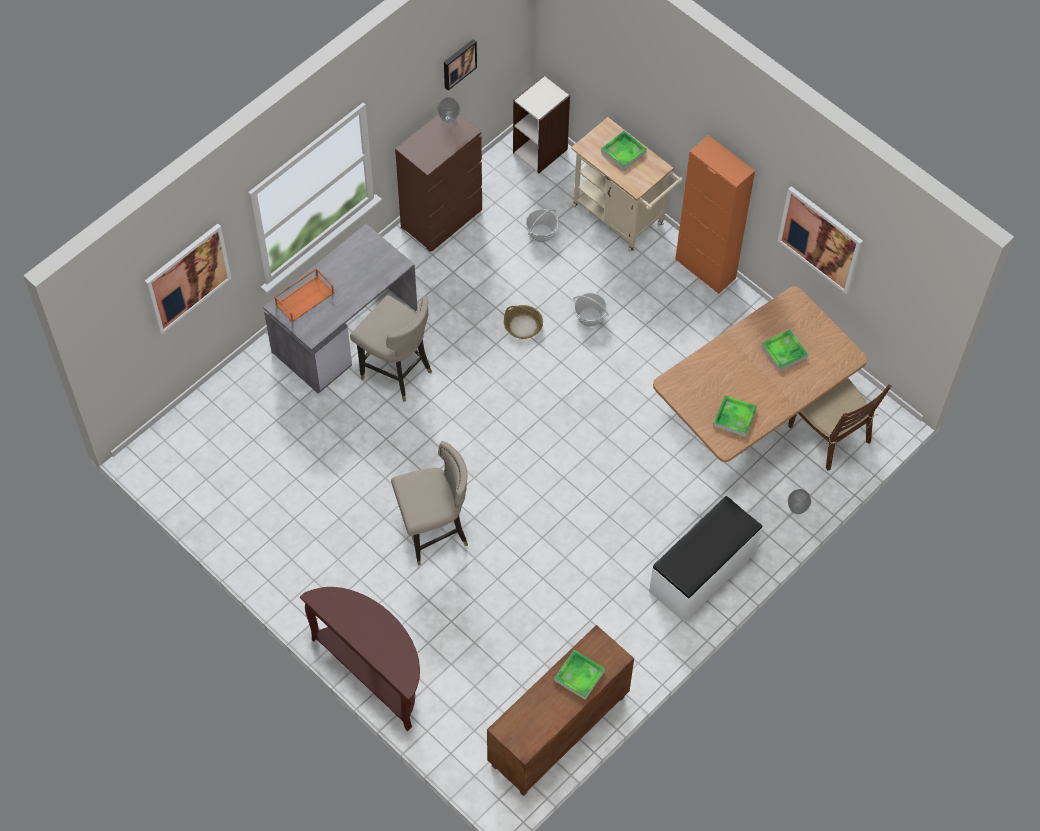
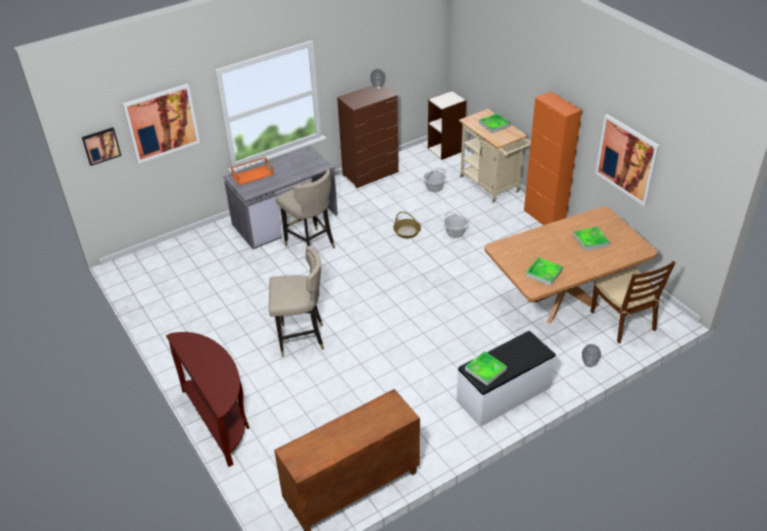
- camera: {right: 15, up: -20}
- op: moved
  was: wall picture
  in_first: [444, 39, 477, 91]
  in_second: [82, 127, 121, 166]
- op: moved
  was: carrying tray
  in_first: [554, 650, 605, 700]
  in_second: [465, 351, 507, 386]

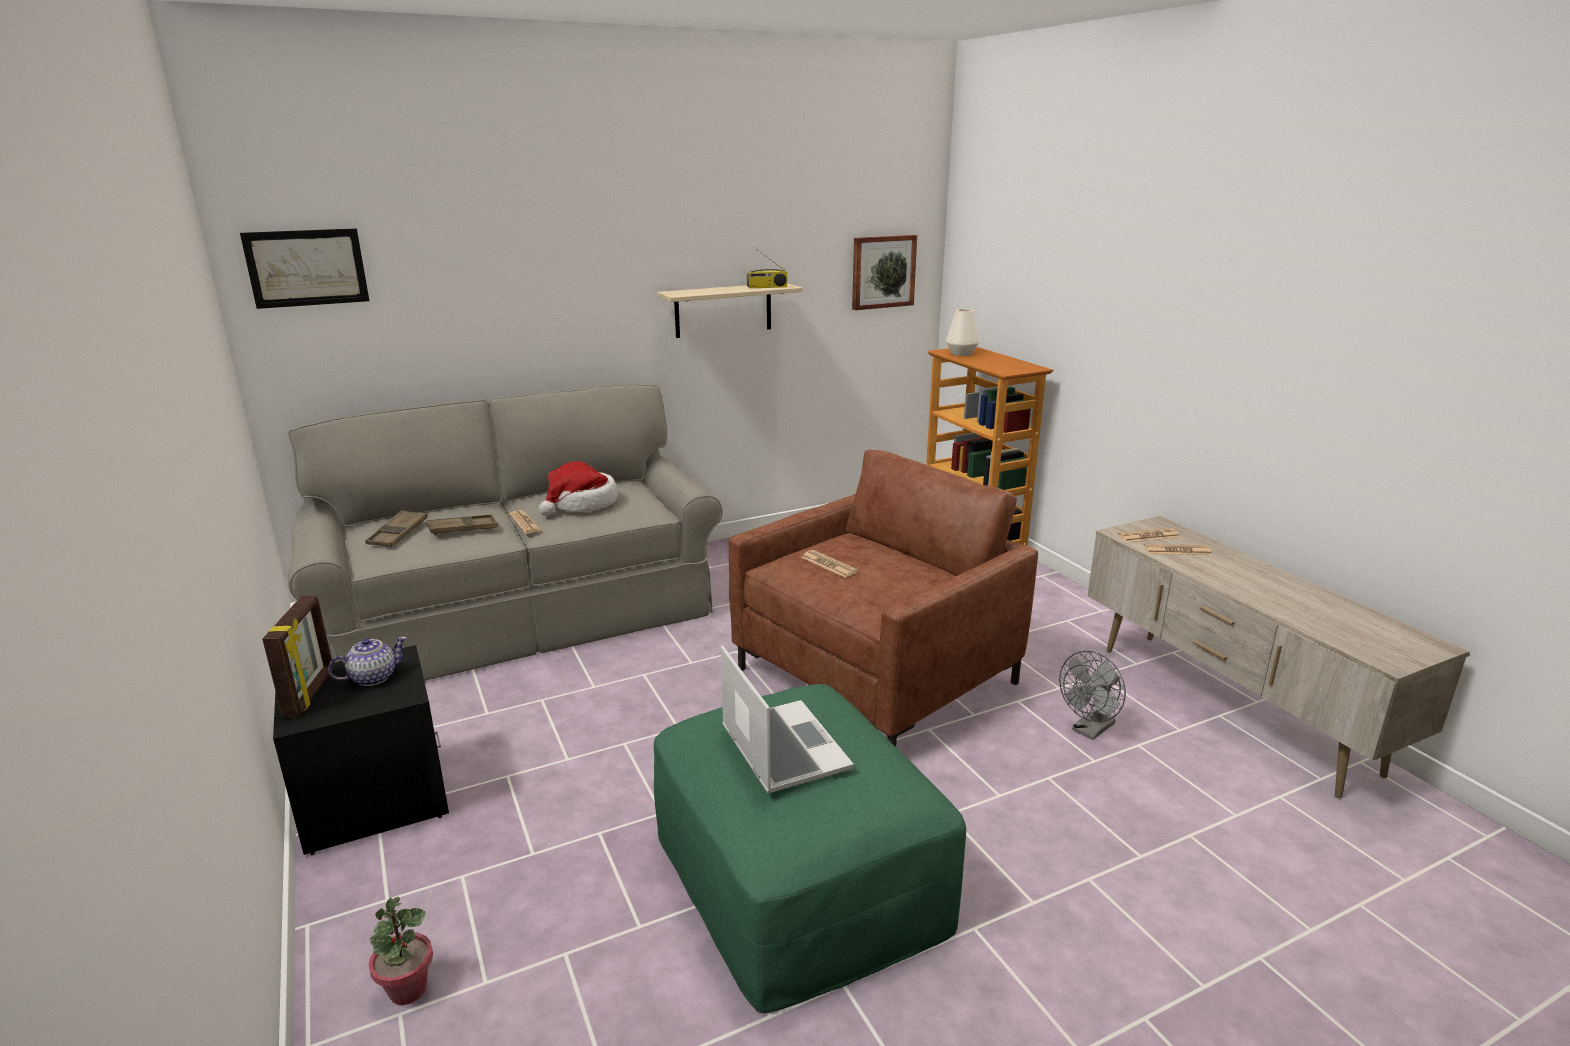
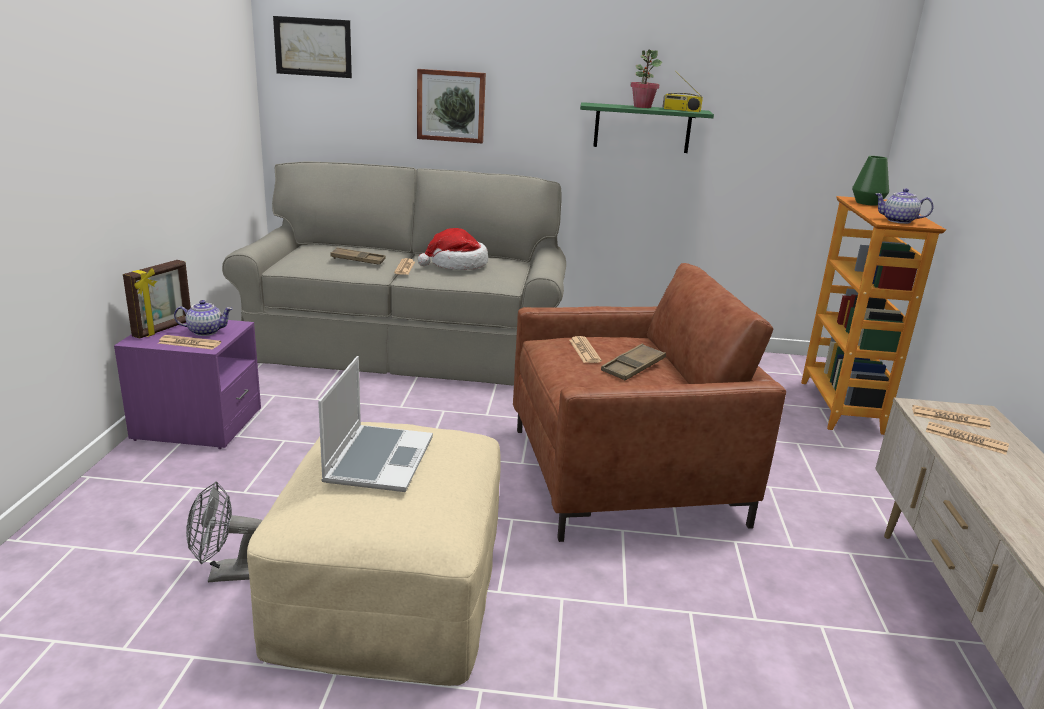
- camera: {right: 30, up: 0}
- op: recoloured
  was: bedside table in blackish
  now: bedside table in purplish
  in_first: [273, 645, 449, 855]
  in_second: [114, 320, 261, 449]
- op: added
  now: daily paper
  in_second: [158, 335, 221, 350]
- op: moved
  was: fan in greyish
  in_first: [1059, 650, 1126, 740]
  in_second: [186, 481, 263, 582]
- op: recoloured
  was: footrest in greenish
  now: footrest in beige-coloured
  in_first: [654, 684, 966, 1013]
  in_second: [247, 422, 501, 686]
- op: moved
  was: wall picture
  in_first: [852, 235, 917, 310]
  in_second: [417, 69, 486, 143]
- op: recoloured
  was: bracket shelf in beige-coloured
  now: bracket shelf in greenish
  in_first: [657, 283, 802, 338]
  in_second: [580, 102, 714, 153]
- op: moved
  was: carrying tray in brownish
  in_first: [365, 510, 428, 547]
  in_second: [601, 343, 666, 380]
- op: moved
  was: plant in a pot
  in_first: [369, 897, 433, 1005]
  in_second: [630, 49, 662, 108]
- op: recoloured
  was: vase in white-coloured
  now: vase in greenish
  in_first: [946, 309, 979, 356]
  in_second: [852, 156, 889, 206]
- op: added
  now: tea pot
  in_second: [875, 188, 934, 224]

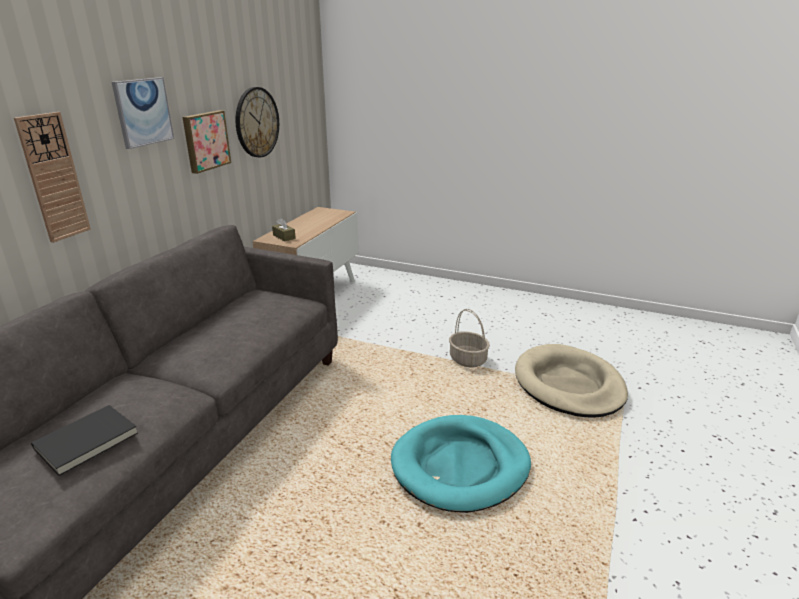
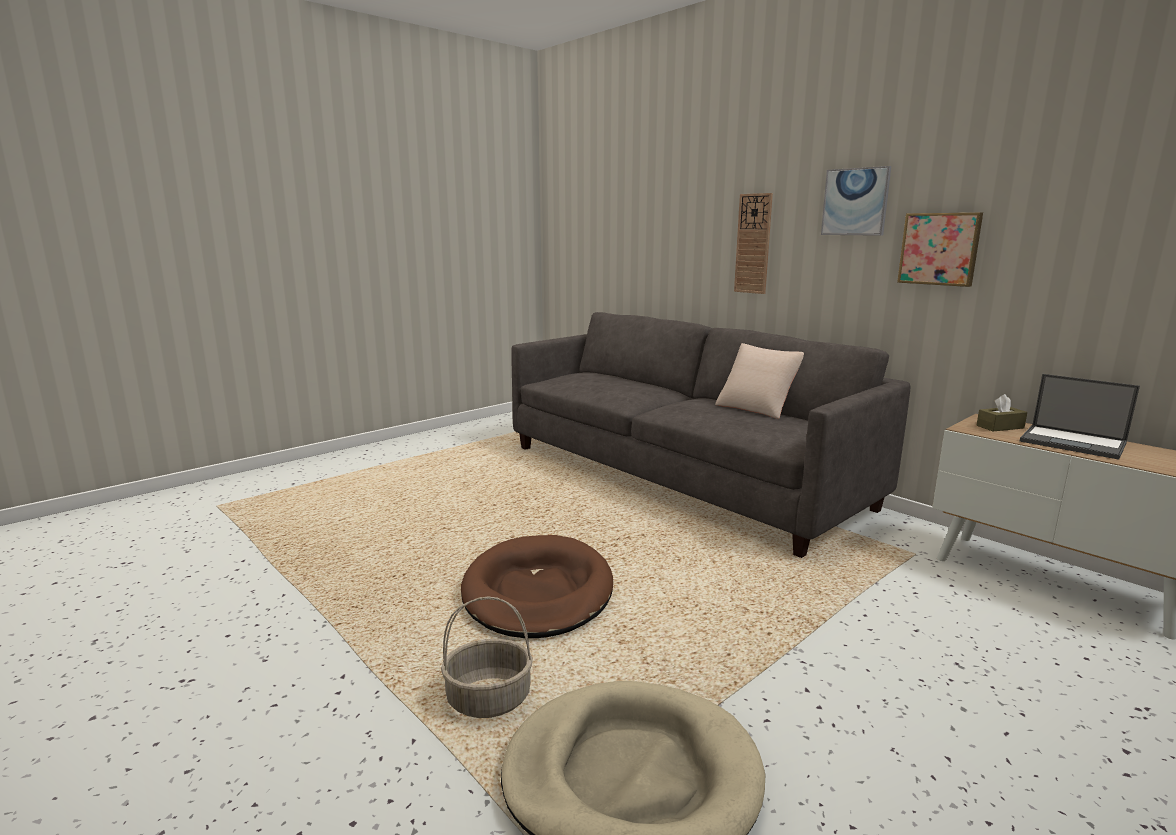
- camera: {right: 115, up: -10}
- op: moved
  was: basket
  in_first: [449, 309, 490, 367]
  in_second: [441, 596, 533, 718]
- op: recoloured
  was: pet bed in turquoise-coloured
  now: pet bed in brownish
  in_first: [391, 415, 531, 513]
  in_second: [461, 535, 613, 638]
- op: added
  now: throw pillow in beige-coloured
  in_second: [715, 343, 804, 419]
- op: added
  now: laptop
  in_second: [1020, 374, 1140, 460]
- op: removed
  was: volume in blackish
  in_first: [31, 405, 138, 476]
- op: removed
  was: clock on the wall
  in_first: [236, 87, 279, 157]

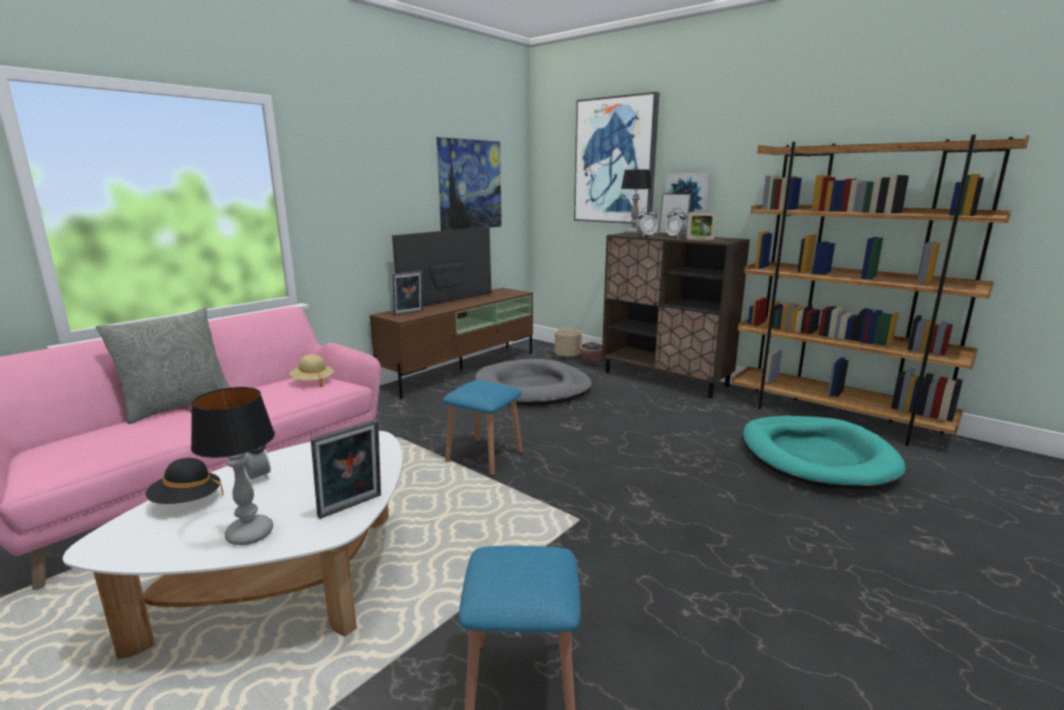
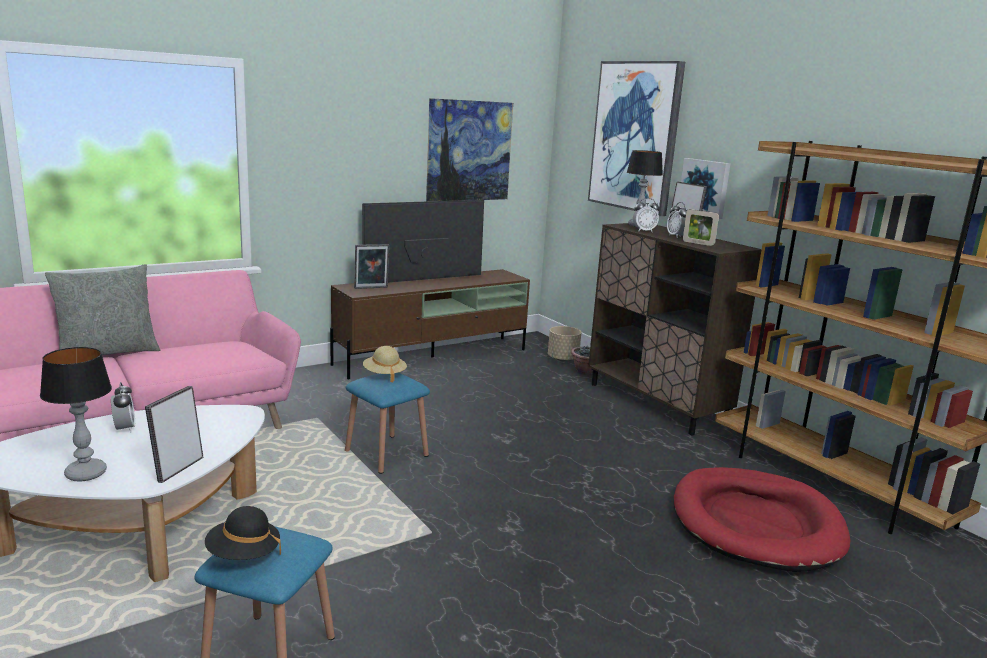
- camera: {right: 15, up: 0}
- op: turned
  was: standing frame
  in_first: [310, 419, 381, 519]
  in_second: [145, 386, 203, 483]
  clockwise: 135
- op: moved
  was: clothing hat in blackish
  in_first: [146, 458, 224, 504]
  in_second: [205, 506, 281, 560]
- op: moved
  was: clothing hat in beige-coloured
  in_first: [289, 354, 334, 387]
  in_second: [363, 346, 407, 383]
- op: recoloured
  was: pet bed in turquoise-coloured
  now: pet bed in red
  in_first: [743, 416, 906, 489]
  in_second: [674, 467, 850, 572]
- op: removed
  was: pet bed in greyish
  in_first: [475, 359, 592, 405]

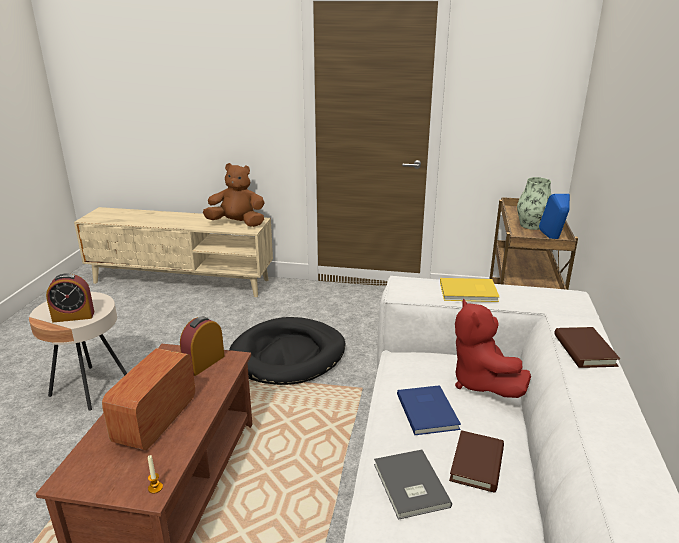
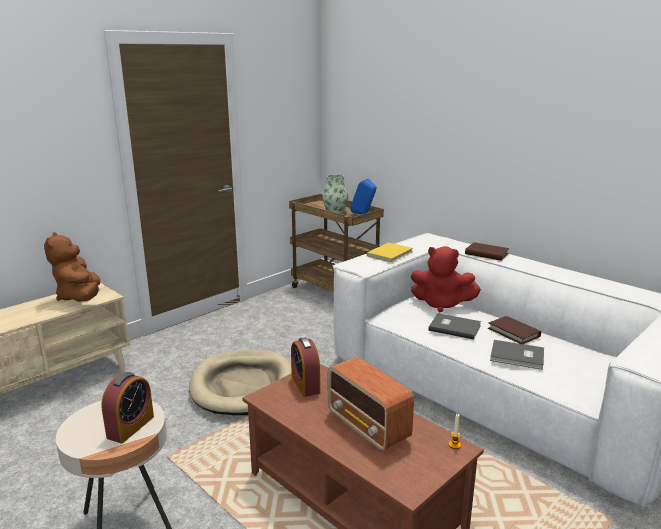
- camera: {right: -55, up: -5}
- op: turned
  was: plush toy in brownish
  in_first: [203, 163, 265, 227]
  in_second: [44, 232, 100, 302]
  clockwise: -60
- op: recoloured
  was: pet bed in blackish
  now: pet bed in beige-coloured
  in_first: [229, 317, 345, 385]
  in_second: [189, 349, 292, 415]
- op: recoloured
  was: volume in bluish
  now: volume in greyish
  in_first: [397, 385, 461, 435]
  in_second: [428, 313, 481, 340]

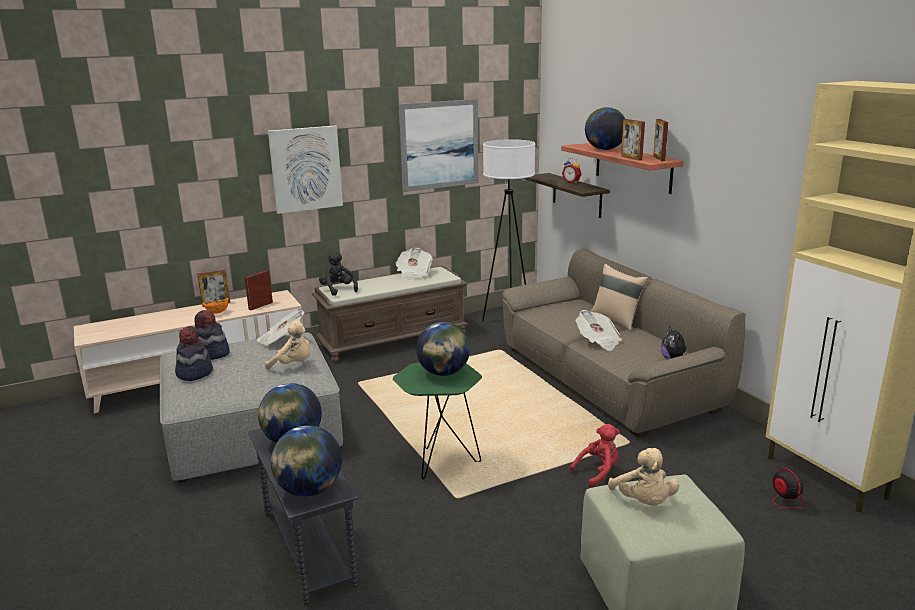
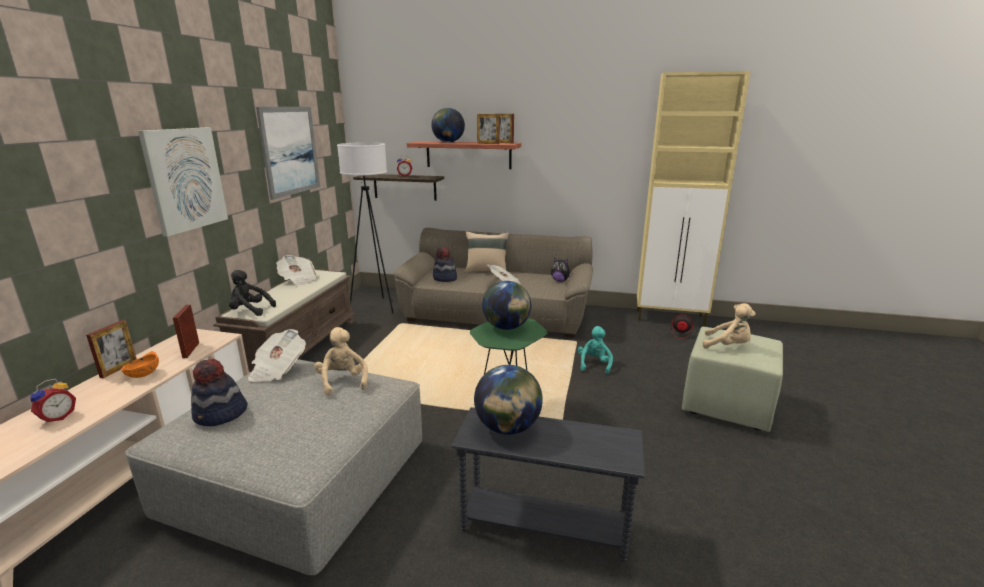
- camera: {right: -50, up: 0}
- op: added
  now: bedside clock
  in_second: [30, 379, 76, 424]
- op: turned
  was: plush toy in beige-coloured
  in_first: [265, 321, 310, 370]
  in_second: [314, 327, 368, 396]
  clockwise: -75
- op: moved
  was: clothing hat
  in_first: [175, 326, 213, 381]
  in_second: [433, 247, 457, 282]
- op: recoloured
  was: plush toy in red
  now: plush toy in turquoise-coloured
  in_first: [569, 424, 620, 488]
  in_second: [578, 326, 613, 374]
- op: removed
  was: world globe
  in_first: [271, 425, 342, 497]

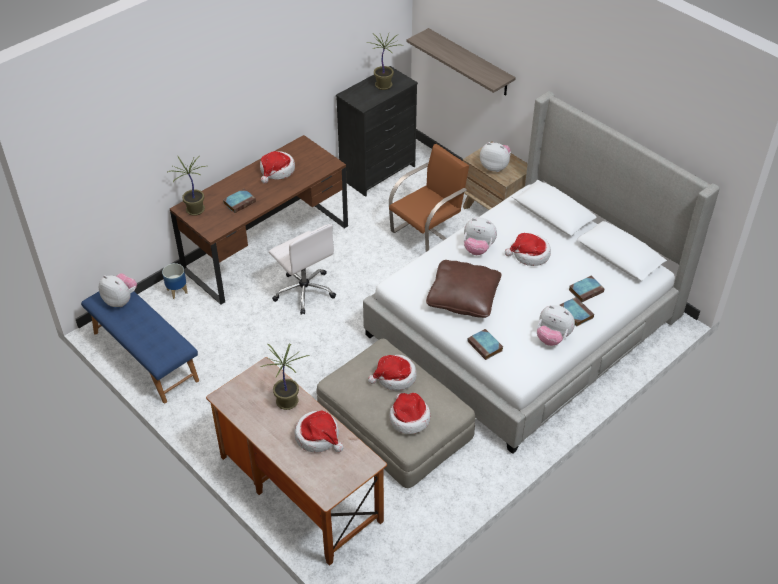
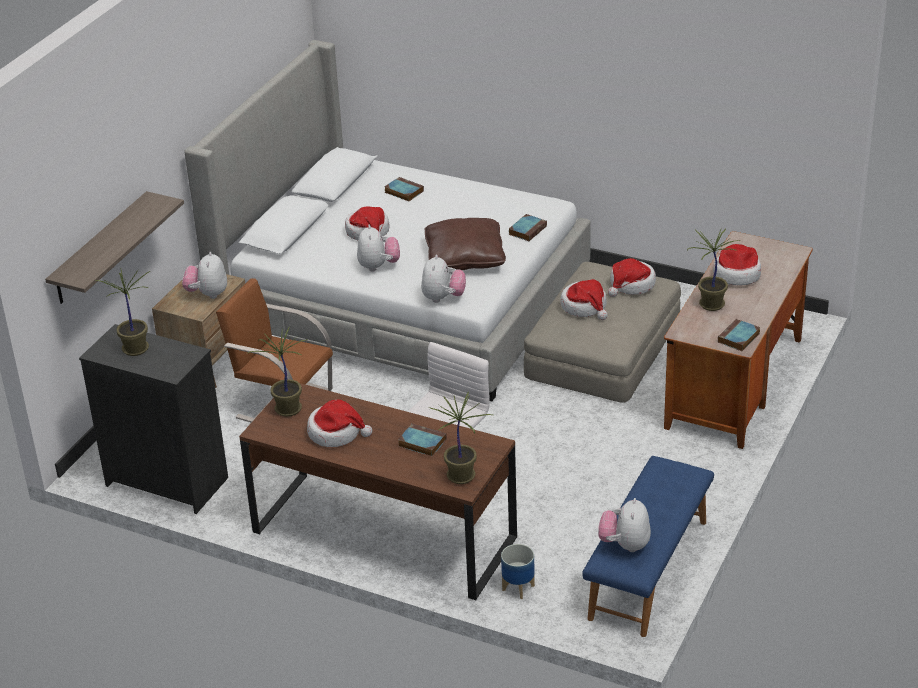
- camera: {right: -110, up: -10}
- op: added
  now: plant in a pot
  in_second: [248, 327, 308, 417]
- op: moved
  was: plush toy
  in_first: [537, 305, 575, 346]
  in_second: [421, 255, 466, 303]
- op: moved
  was: volume
  in_first: [560, 297, 594, 327]
  in_second: [718, 319, 760, 351]

